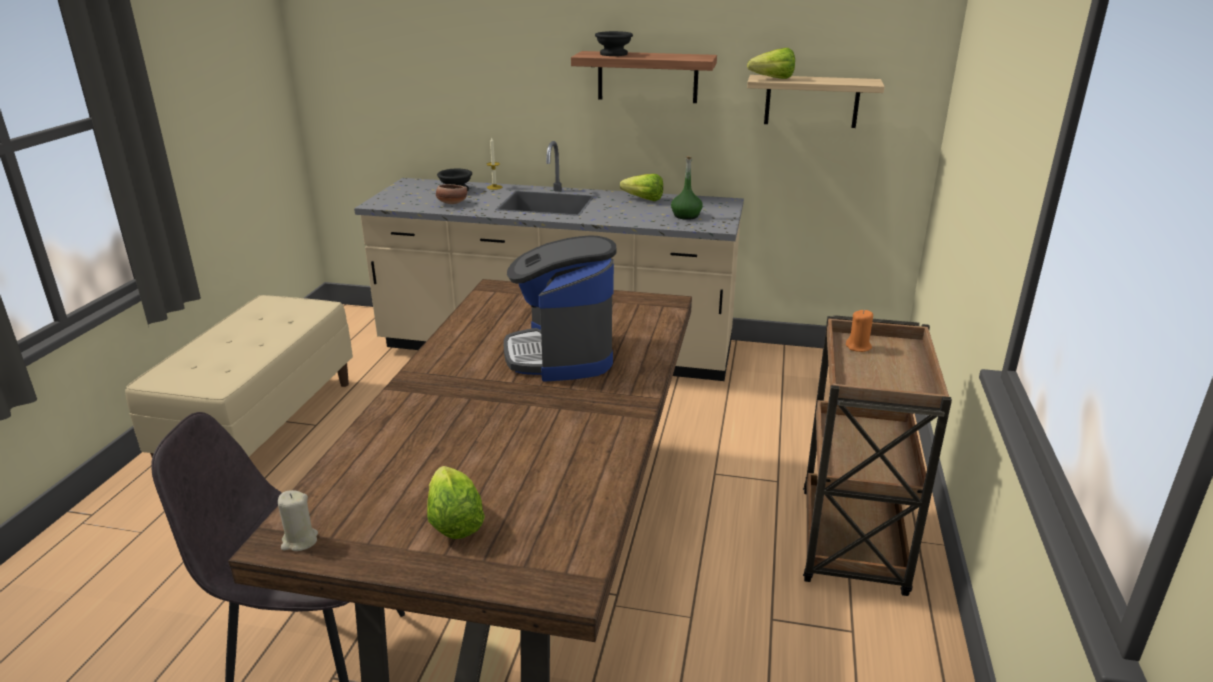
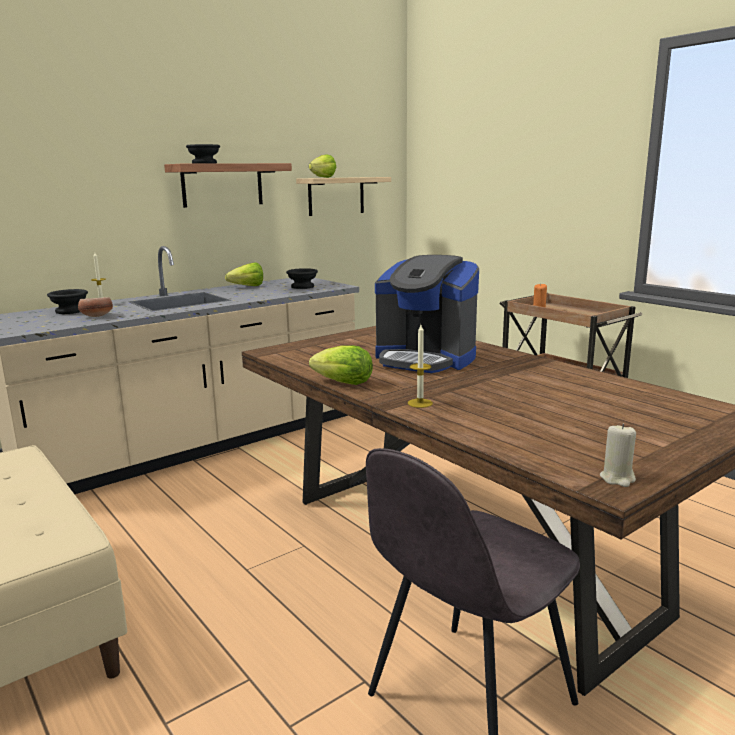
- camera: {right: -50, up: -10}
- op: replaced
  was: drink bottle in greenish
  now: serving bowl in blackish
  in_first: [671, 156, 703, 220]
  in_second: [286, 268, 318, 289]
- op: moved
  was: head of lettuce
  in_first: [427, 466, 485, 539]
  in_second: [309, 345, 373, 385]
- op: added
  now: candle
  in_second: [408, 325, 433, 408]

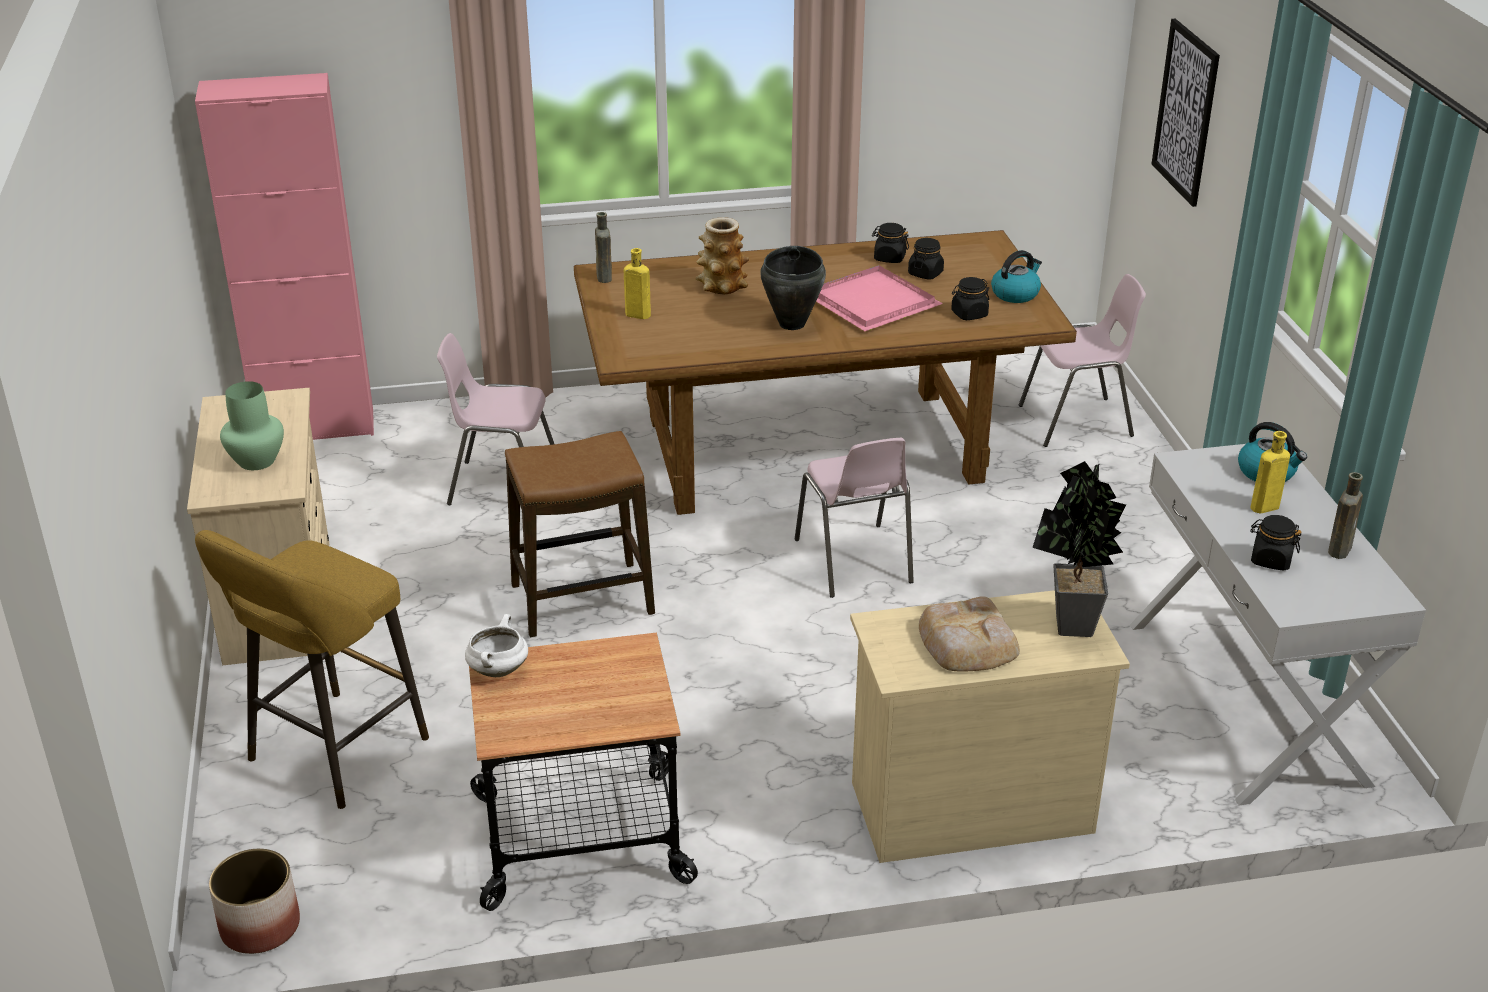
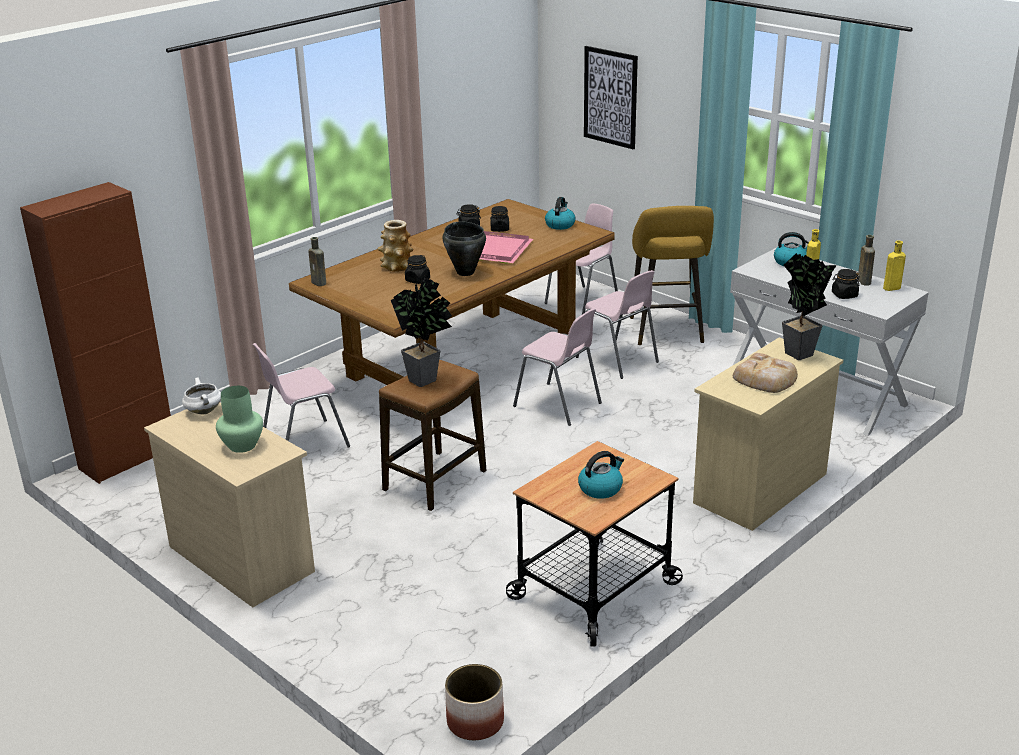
- camera: {right: -35, up: -5}
- op: recoloured
  was: cupboard in pink
  now: cupboard in brownish
  in_first: [195, 73, 374, 440]
  in_second: [20, 182, 171, 484]
- op: moved
  was: stockpot in white-coloured
  in_first: [465, 614, 528, 677]
  in_second: [182, 377, 221, 415]
- op: added
  now: plant in a pot
  in_second: [391, 278, 452, 387]
- op: moved
  was: jar in blackish
  in_first: [951, 277, 989, 320]
  in_second: [405, 255, 430, 284]
- op: added
  now: chair in pink
  in_second: [576, 270, 659, 379]
- op: added
  now: kettle
  in_second: [578, 451, 624, 499]
- op: moved
  was: stool seat in yellowish
  in_first: [195, 530, 429, 809]
  in_second: [630, 206, 714, 345]
- op: moved
  was: drink bottle in yellowish
  in_first: [624, 248, 651, 319]
  in_second: [883, 241, 906, 291]

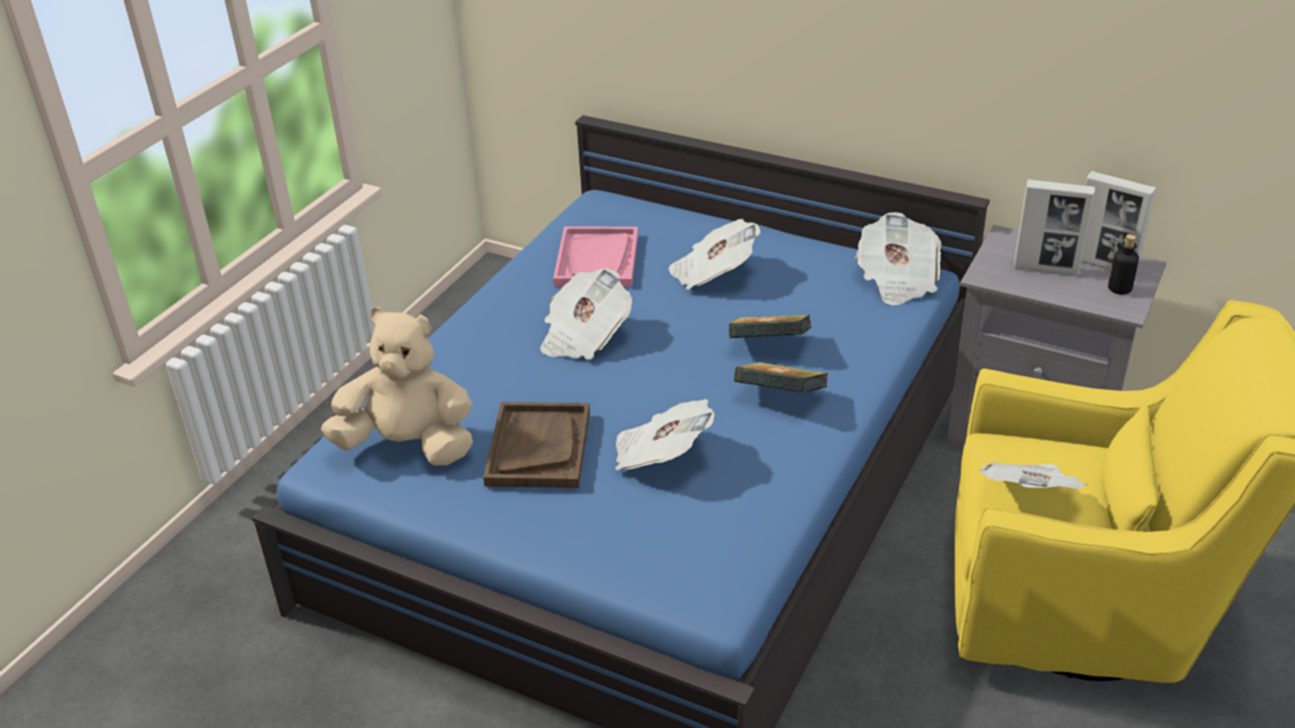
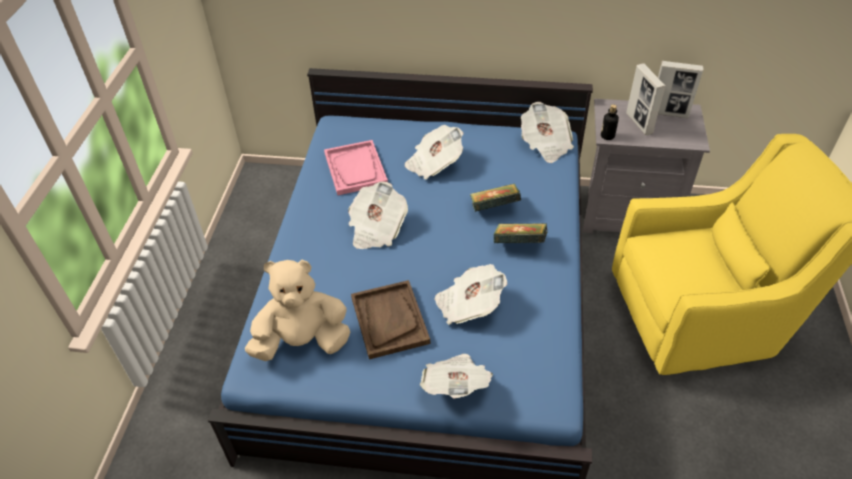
- camera: {right: -20, up: 10}
- op: moved
  was: daily paper
  in_first: [979, 462, 1087, 489]
  in_second: [420, 354, 493, 398]
- op: moved
  was: drink bottle
  in_first: [1108, 234, 1139, 294]
  in_second: [601, 104, 619, 140]
- op: turned
  was: standing frame
  in_first: [1014, 179, 1095, 275]
  in_second: [626, 63, 666, 135]
  clockwise: 75

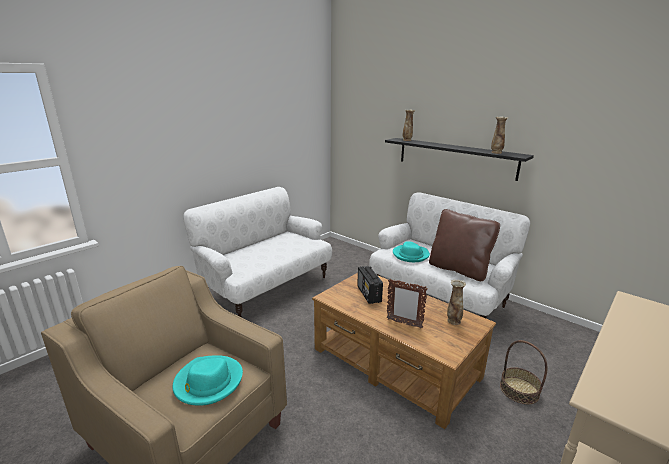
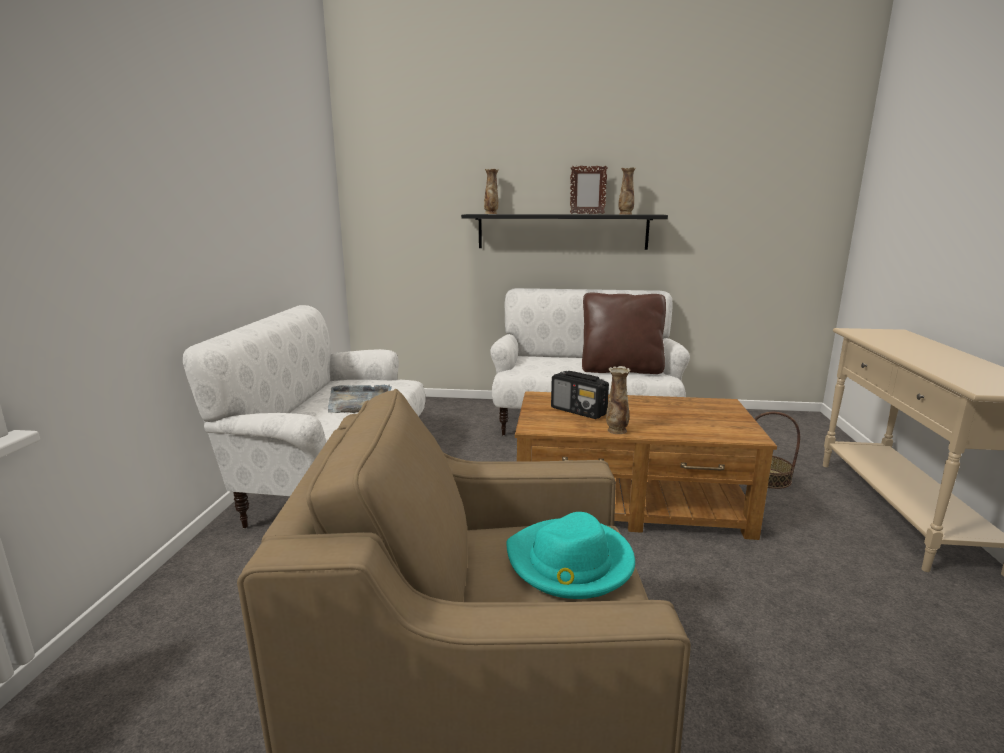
- camera: {right: -35, up: -5}
- op: added
  now: carrying tray in greyish
  in_second: [328, 384, 392, 413]
- op: moved
  was: standing frame
  in_first: [387, 279, 428, 329]
  in_second: [570, 165, 607, 214]
- op: moved
  was: vase
  in_first: [447, 279, 466, 325]
  in_second: [606, 366, 631, 434]
- op: removed
  was: clothing hat in turquoise-coloured
  in_first: [393, 241, 430, 262]

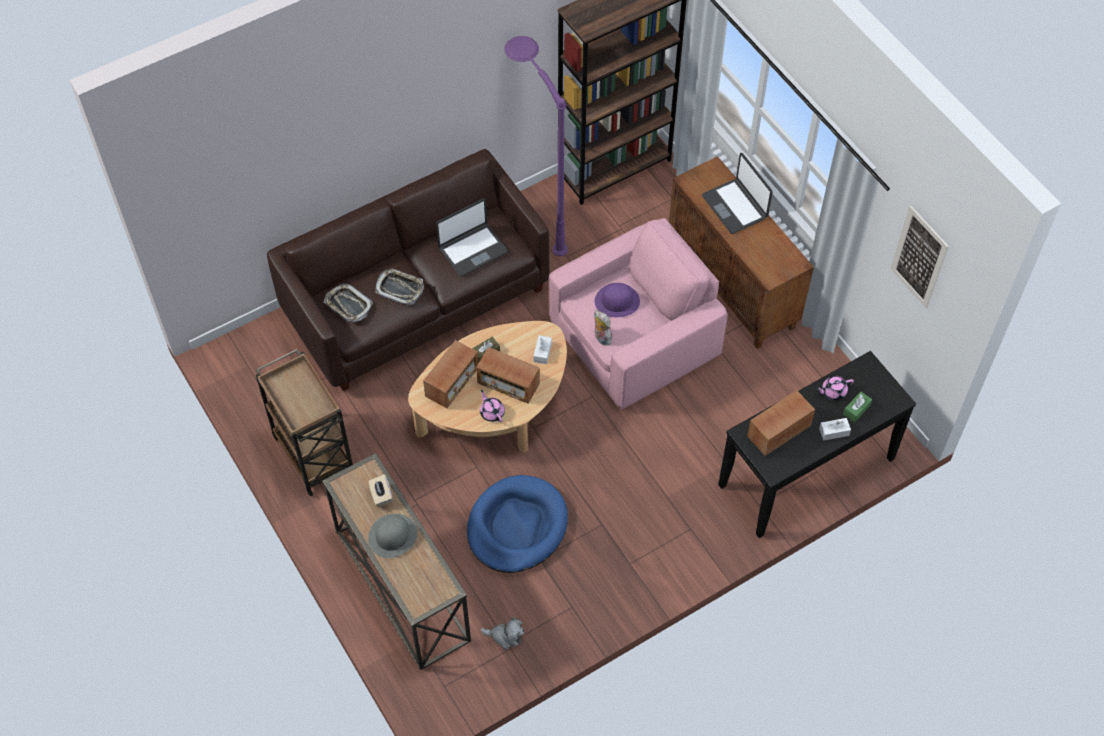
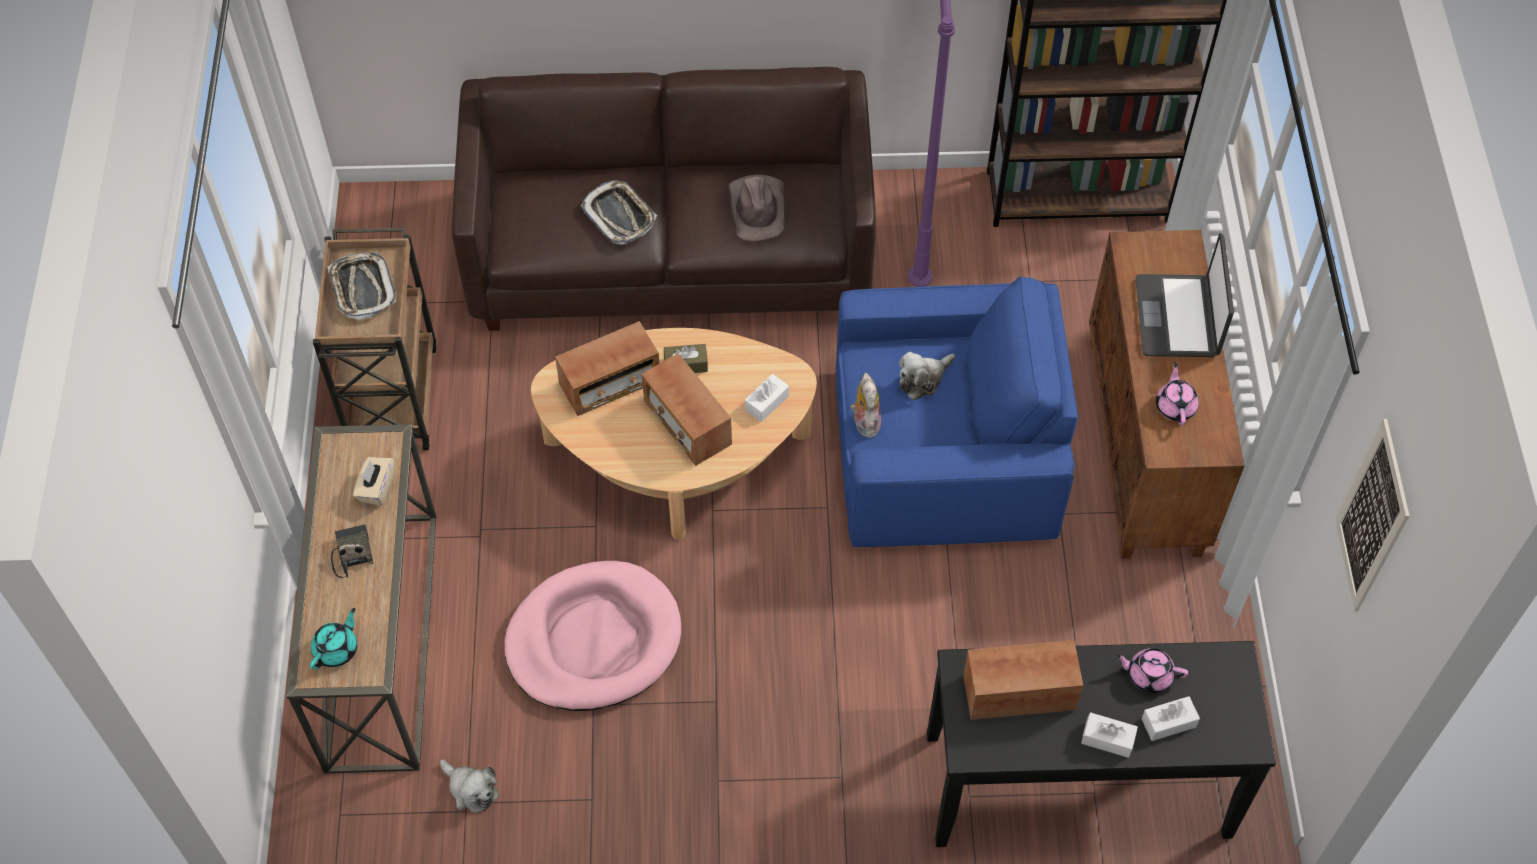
- camera: {right: 30, up: 0}
- op: added
  now: tea pot in turquoise-coloured
  in_second: [310, 608, 357, 669]
- op: moved
  was: carrying tray
  in_first: [324, 284, 373, 322]
  in_second: [327, 252, 396, 320]
- op: replaced
  was: clothing hat in greyish
  now: radio set
  in_first: [368, 514, 418, 558]
  in_second: [331, 524, 373, 578]
- op: recoloured
  was: pet bed in bluish
  now: pet bed in pink
  in_first: [467, 475, 568, 573]
  in_second: [505, 561, 681, 711]
- op: replaced
  was: laptop
  now: clothing hat in brownish
  in_first: [436, 199, 508, 276]
  in_second: [729, 175, 784, 241]
- op: recoloured
  was: easy chair in pink
  now: easy chair in bluish
  in_first: [549, 218, 728, 409]
  in_second: [836, 276, 1078, 547]
- op: replaced
  was: clothing hat in purplish
  now: plush toy
  in_first: [595, 283, 640, 317]
  in_second: [899, 352, 955, 400]
- op: recoloured
  was: box of tissues in greenish
  now: box of tissues in white-coloured
  in_first: [843, 392, 872, 422]
  in_second: [1142, 696, 1200, 741]
- op: moved
  was: tea pot in pink
  in_first: [480, 390, 505, 422]
  in_second: [1156, 363, 1199, 425]

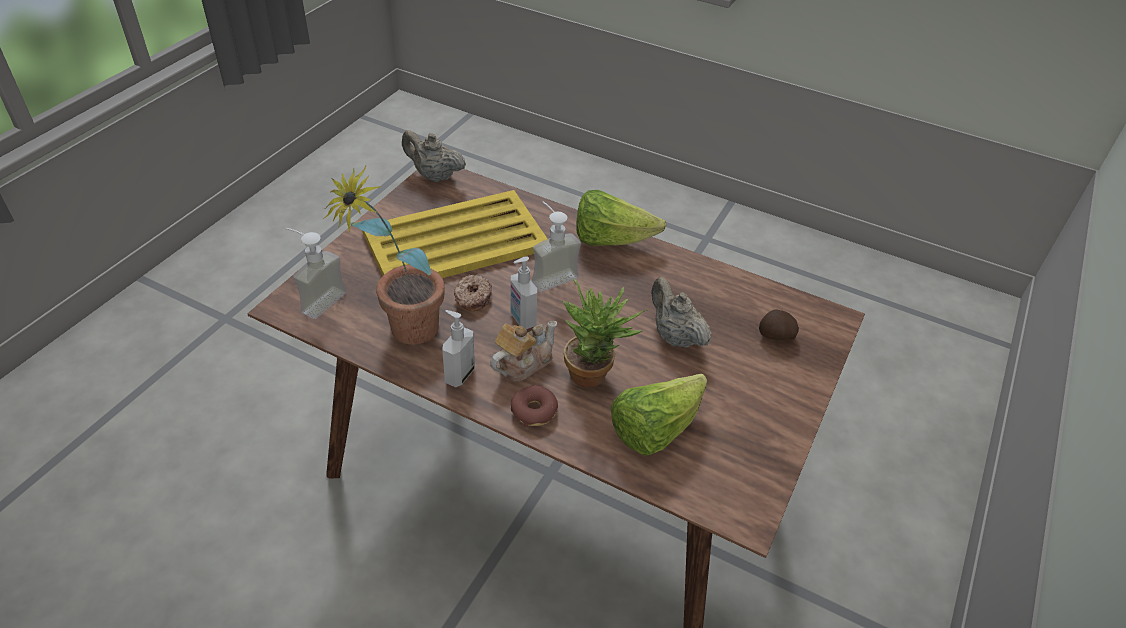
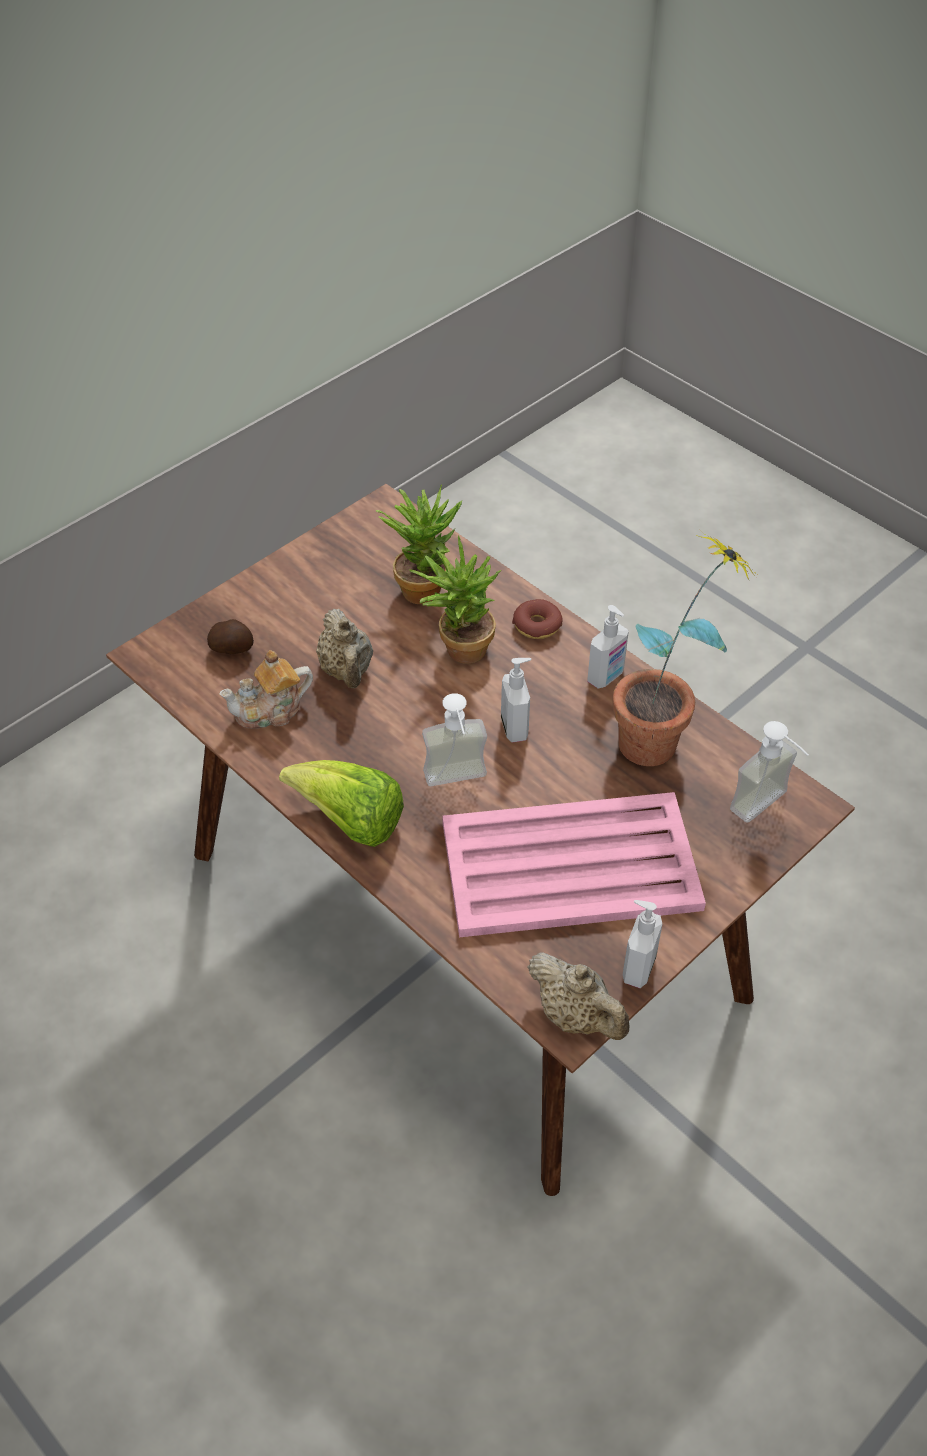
- camera: {right: -160, up: 5}
- op: moved
  was: tea pot
  in_first: [490, 320, 557, 381]
  in_second: [219, 650, 313, 729]
- op: replaced
  was: head of lettuce
  now: plant in a pot
  in_first: [611, 374, 707, 456]
  in_second: [376, 485, 462, 604]
- op: recoloured
  was: carrying tray in yellowish
  now: carrying tray in pink
  in_first: [363, 190, 548, 278]
  in_second: [442, 792, 706, 937]
- op: added
  now: liquid soap bottle
  in_second: [623, 900, 662, 988]
- op: removed
  was: ring doughnut
  in_first: [454, 275, 492, 311]

